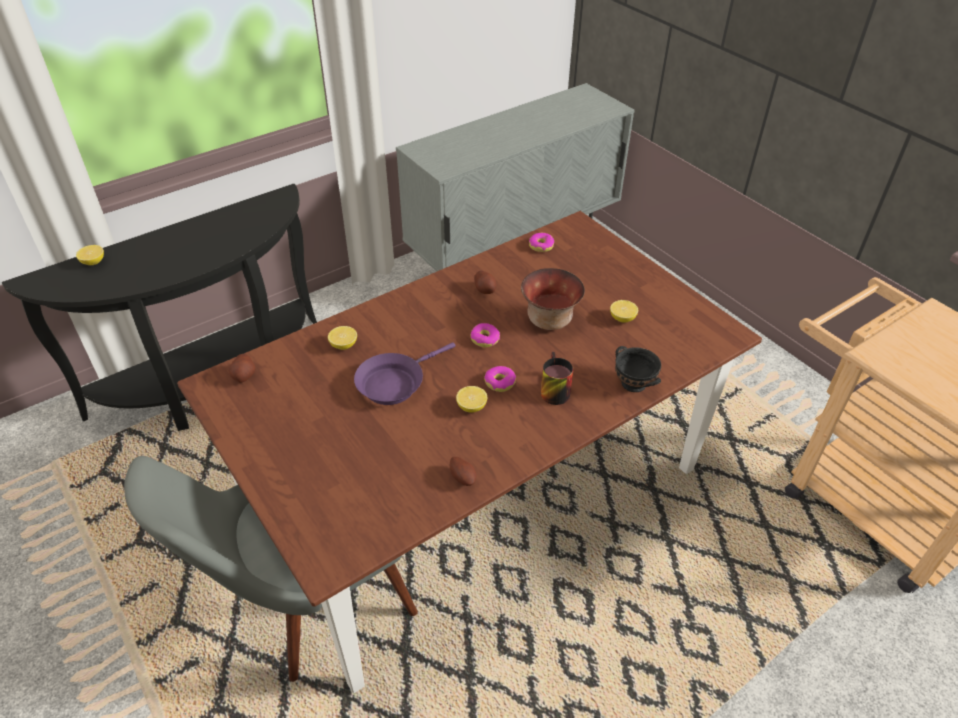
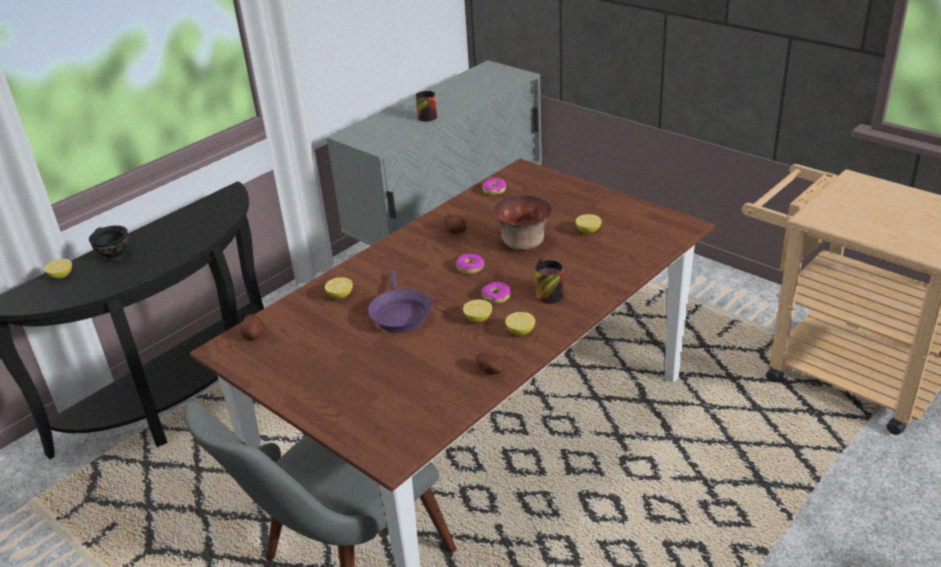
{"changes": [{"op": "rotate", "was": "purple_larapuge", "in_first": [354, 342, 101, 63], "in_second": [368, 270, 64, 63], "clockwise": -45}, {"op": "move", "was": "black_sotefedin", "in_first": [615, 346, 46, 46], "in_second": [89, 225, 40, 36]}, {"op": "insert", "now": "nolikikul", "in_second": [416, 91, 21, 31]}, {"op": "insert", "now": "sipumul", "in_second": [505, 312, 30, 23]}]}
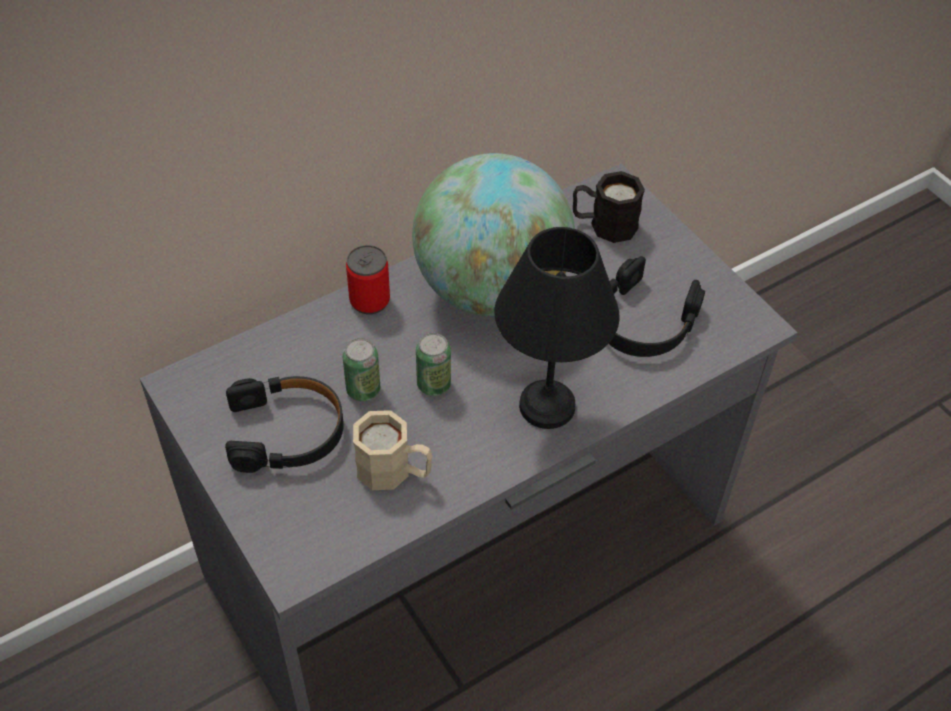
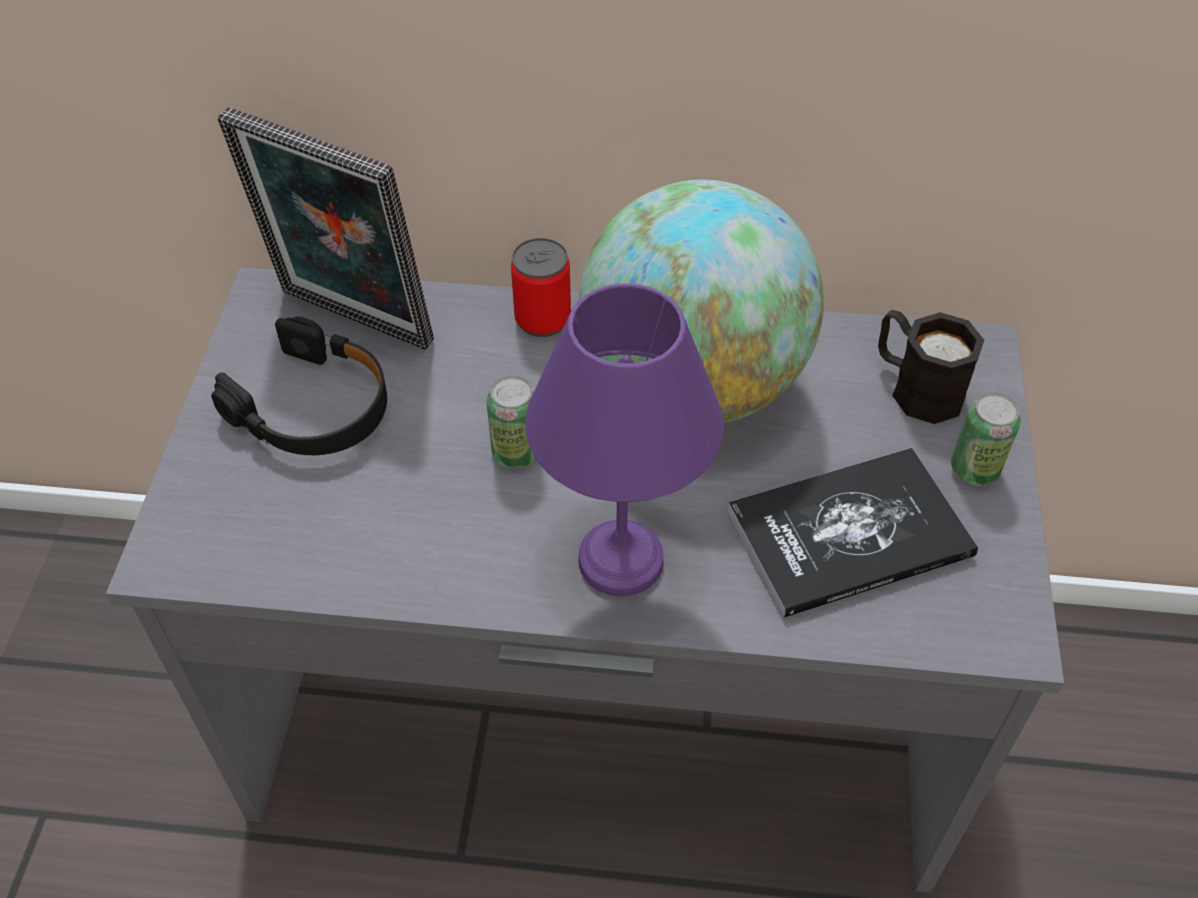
{"changes": [{"op": "recolor", "was": "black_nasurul", "now": "purple_nasurul", "in_first": [495, 227, 125, 202], "in_second": [525, 283, 199, 314]}, {"op": "replace", "was": "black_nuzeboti", "now": "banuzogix", "in_first": [609, 256, 96, 101], "in_second": [728, 448, 250, 170]}, {"op": "move", "was": "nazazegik", "in_first": [342, 338, 38, 63], "in_second": [951, 393, 70, 93]}, {"op": "delete", "was": "beige_nolikikul", "in_first": [353, 410, 79, 80]}, {"op": "insert", "now": "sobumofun", "in_second": [217, 107, 217, 243]}]}
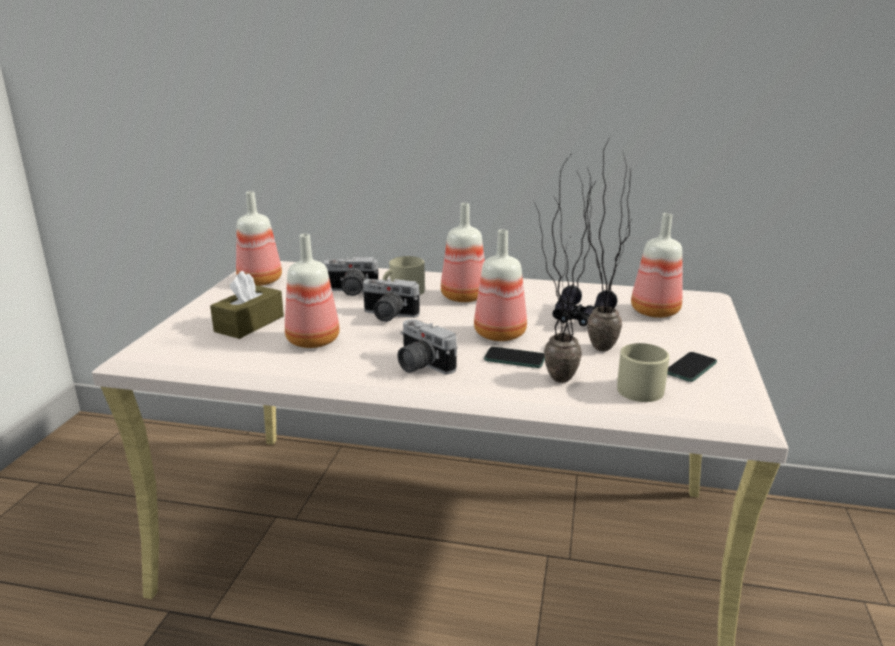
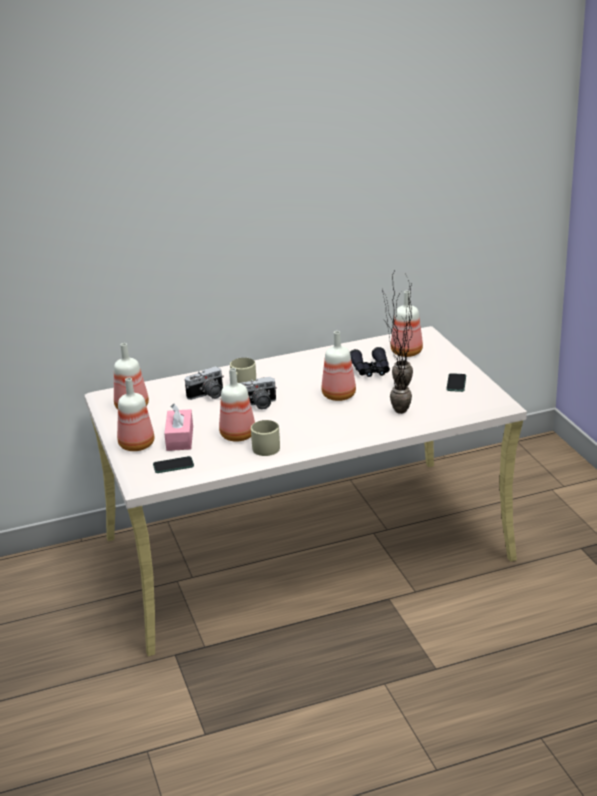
{"changes": [{"op": "move", "was": "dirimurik", "in_first": [441, 203, 44, 99], "in_second": [117, 378, 38, 73]}, {"op": "recolor", "was": "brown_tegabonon", "now": "pink_tegabonon", "in_first": [210, 271, 74, 68], "in_second": [164, 404, 29, 47]}, {"op": "delete", "was": "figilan", "in_first": [397, 319, 61, 55]}, {"op": "move", "was": "beige_nolikikul", "in_first": [617, 343, 53, 59], "in_second": [251, 420, 29, 36]}, {"op": "move", "was": "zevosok", "in_first": [484, 347, 61, 21], "in_second": [153, 456, 41, 17]}]}
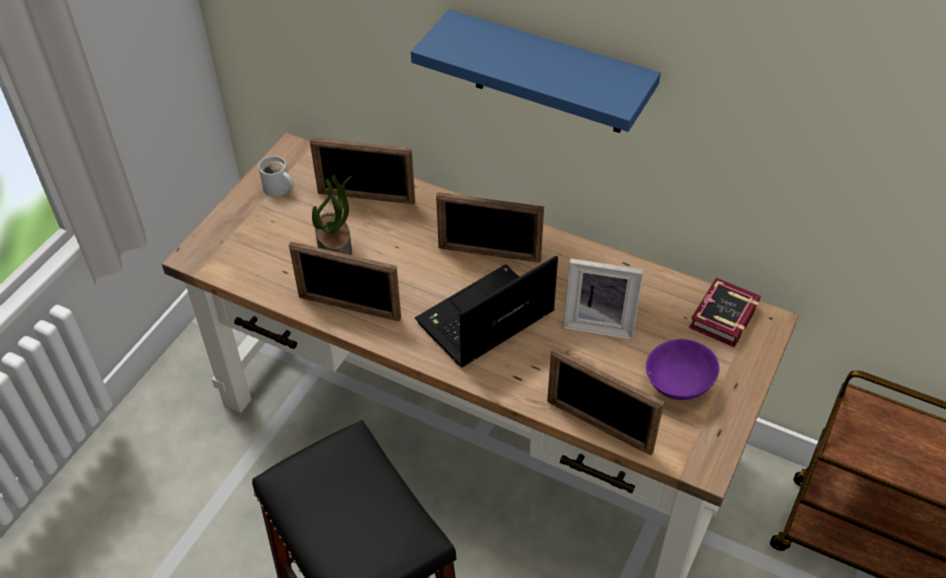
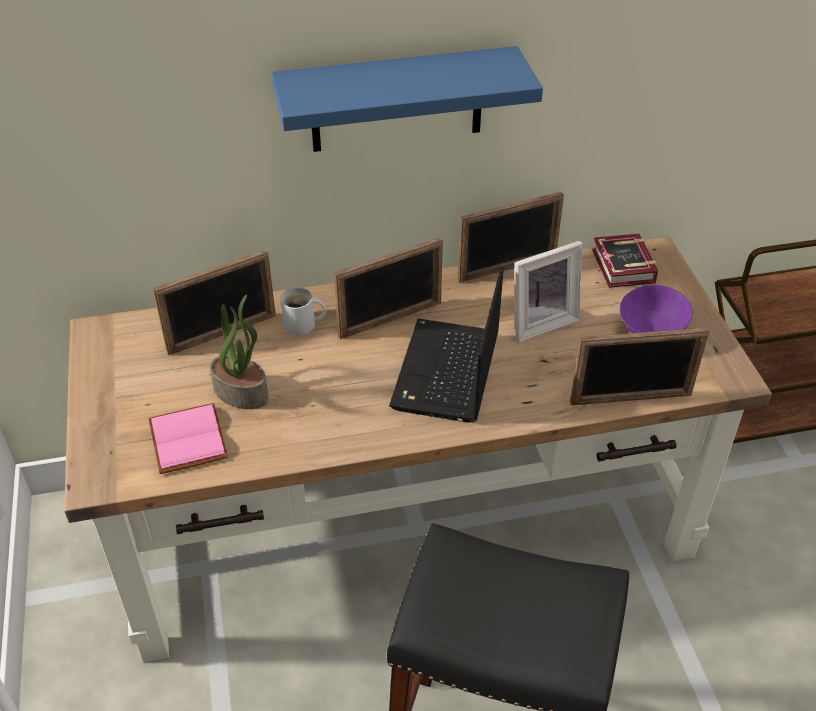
{"changes": [{"op": "move", "was": "white_nolikikul", "in_first": [258, 156, 36, 41], "in_second": [280, 287, 45, 48]}, {"op": "move", "was": "sobumofun", "in_first": [289, 242, 112, 79], "in_second": [458, 192, 106, 91]}, {"op": "insert", "now": "pink_banuzogix", "in_second": [148, 403, 80, 71]}]}
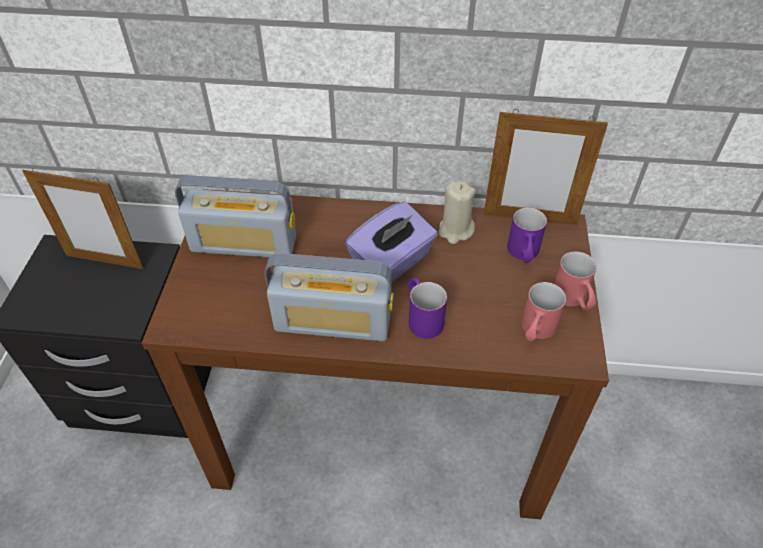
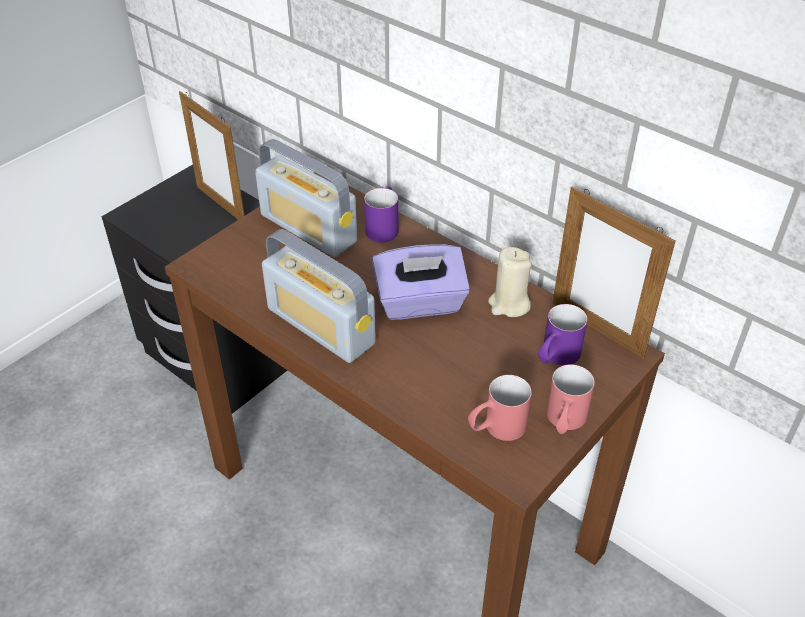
{"changes": [{"op": "move", "was": "purple_nolikikul", "in_first": [408, 277, 39, 62], "in_second": [364, 186, 34, 56]}]}
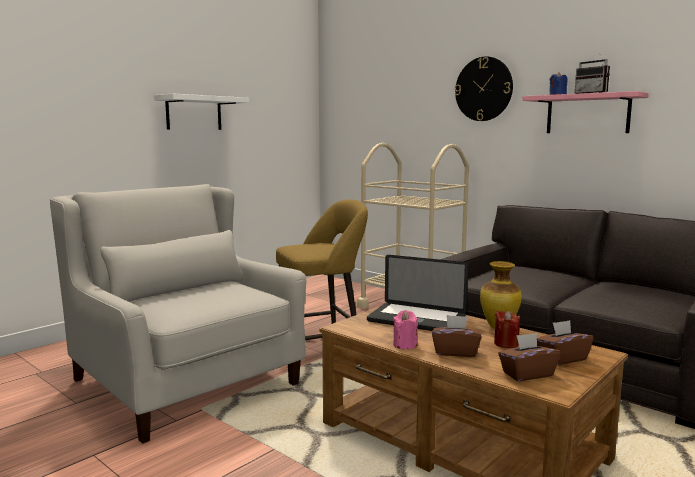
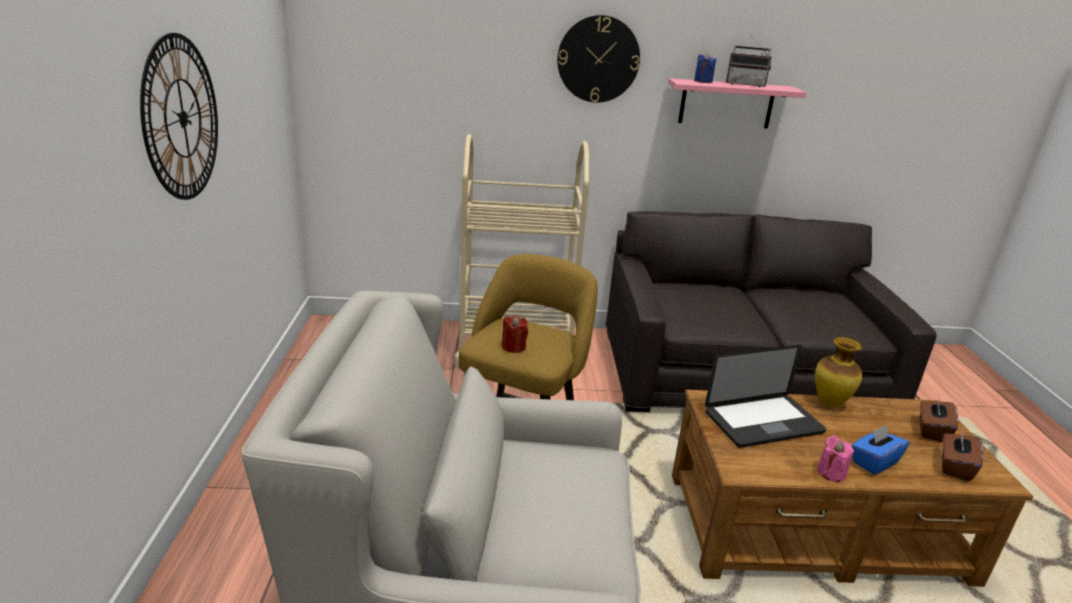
{"changes": [{"op": "replace", "was": "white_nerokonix", "now": "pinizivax", "in_first": [154, 94, 95, 36], "in_second": [140, 33, 78, 167]}, {"op": "move", "was": "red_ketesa", "in_first": [494, 310, 26, 38], "in_second": [502, 315, 26, 38]}, {"op": "recolor", "was": "brown_tegabonon", "now": "blue_tegabonon", "in_first": [432, 315, 49, 42], "in_second": [852, 425, 58, 50]}]}
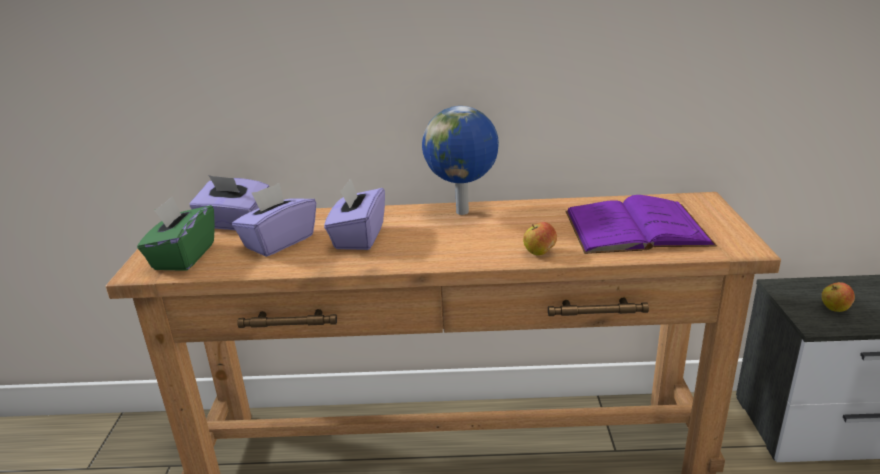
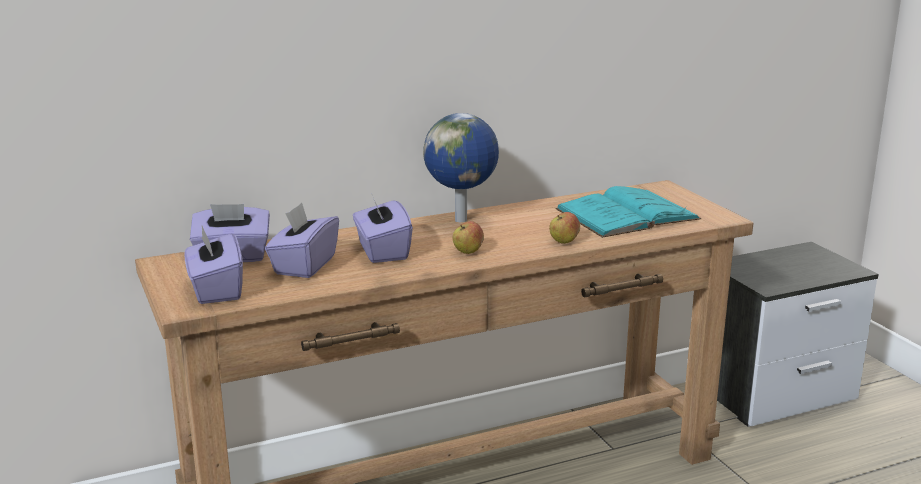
{"changes": [{"op": "recolor", "was": "purple_banuzogix", "now": "turquoise_banuzogix", "in_first": [565, 195, 152, 59], "in_second": [555, 186, 146, 52]}, {"op": "recolor", "was": "green_tegabonon", "now": "purple_tegabonon", "in_first": [137, 196, 78, 75], "in_second": [184, 226, 59, 78]}, {"op": "move", "was": "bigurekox", "in_first": [822, 282, 33, 30], "in_second": [453, 221, 31, 33]}]}
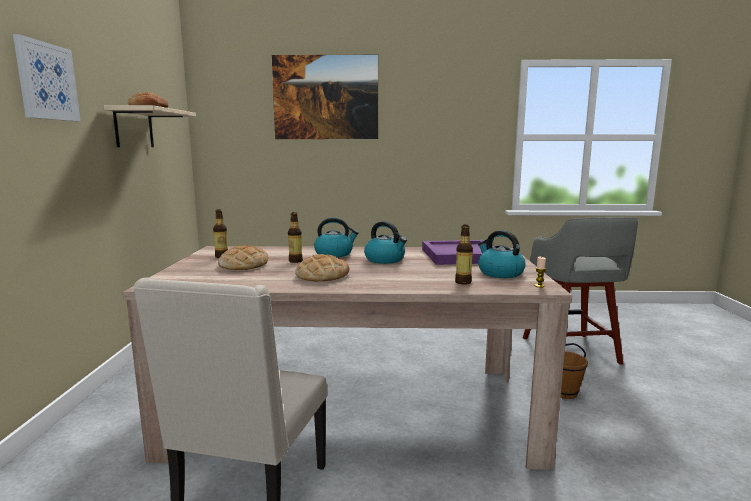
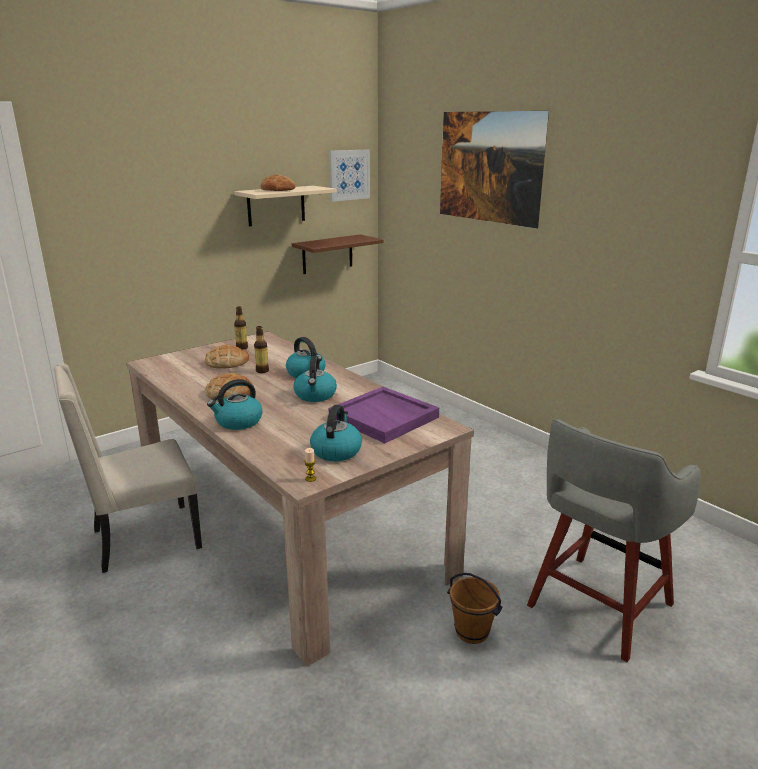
{"changes": [{"op": "move", "was": "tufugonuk", "in_first": [13, 34, 68, 87], "in_second": [329, 149, 41, 53]}, {"op": "delete", "was": "dirimurik", "in_first": [455, 225, 18, 60]}, {"op": "insert", "now": "brown_nerokonix", "in_second": [292, 234, 92, 40]}, {"op": "insert", "now": "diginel", "in_second": [207, 379, 55, 51]}]}
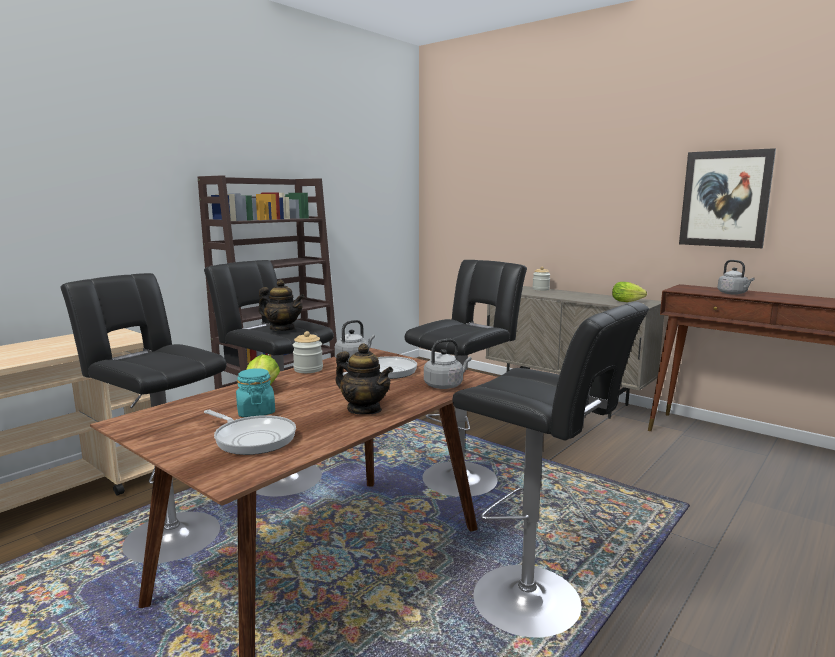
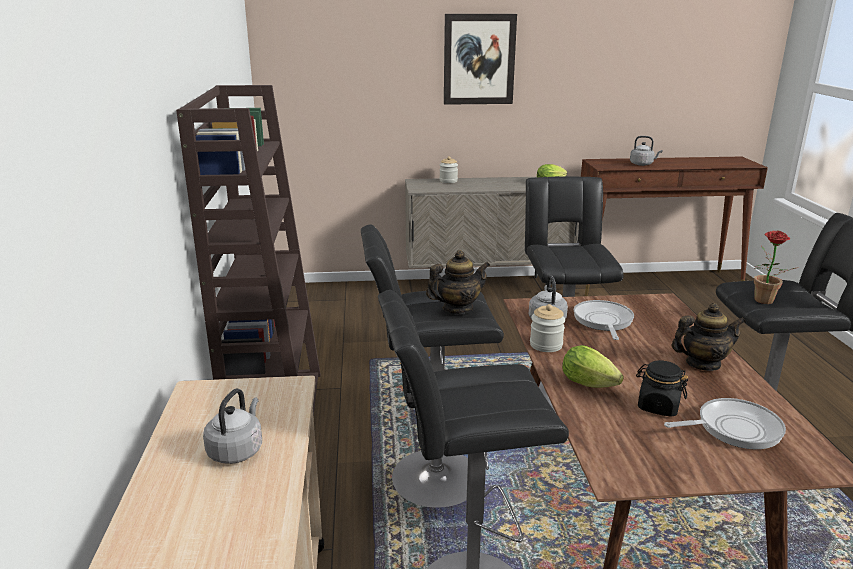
{"changes": [{"op": "move", "was": "tufugonuk", "in_first": [679, 148, 97, 100], "in_second": [444, 14, 73, 91]}, {"op": "move", "was": "grey_diginel", "in_first": [424, 339, 48, 50], "in_second": [203, 388, 59, 76]}, {"op": "recolor", "was": "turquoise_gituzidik", "now": "black_gituzidik", "in_first": [236, 368, 39, 49], "in_second": [636, 360, 52, 57]}, {"op": "insert", "now": "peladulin", "in_second": [754, 231, 41, 73]}]}
